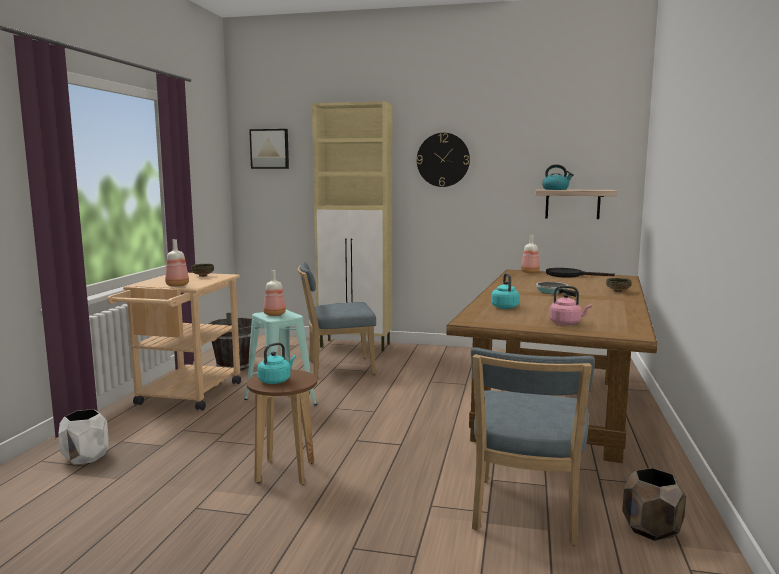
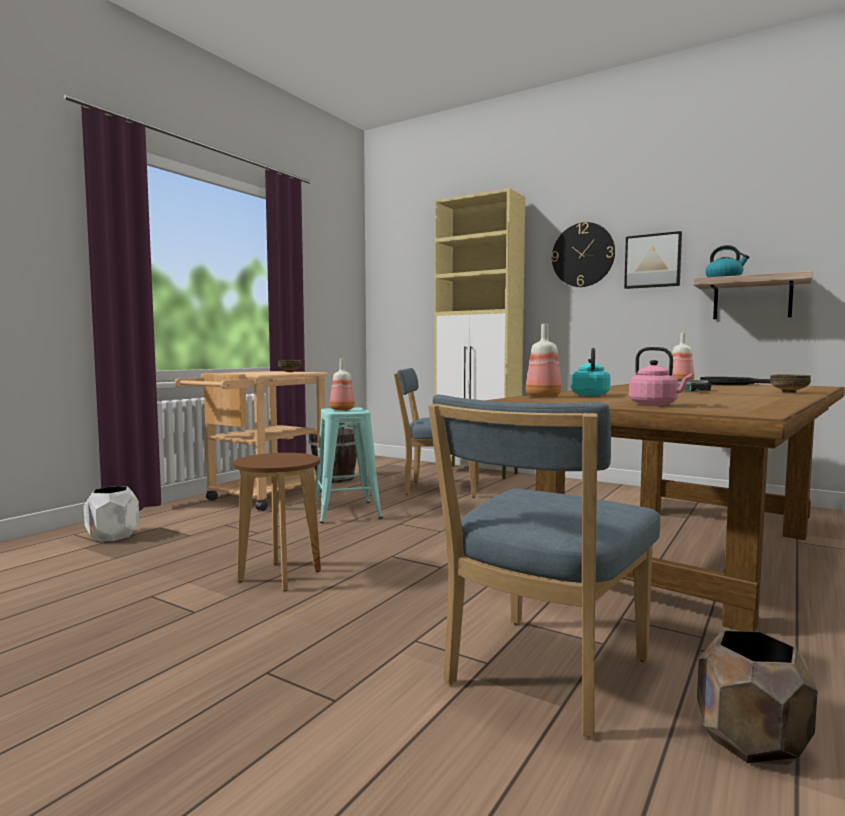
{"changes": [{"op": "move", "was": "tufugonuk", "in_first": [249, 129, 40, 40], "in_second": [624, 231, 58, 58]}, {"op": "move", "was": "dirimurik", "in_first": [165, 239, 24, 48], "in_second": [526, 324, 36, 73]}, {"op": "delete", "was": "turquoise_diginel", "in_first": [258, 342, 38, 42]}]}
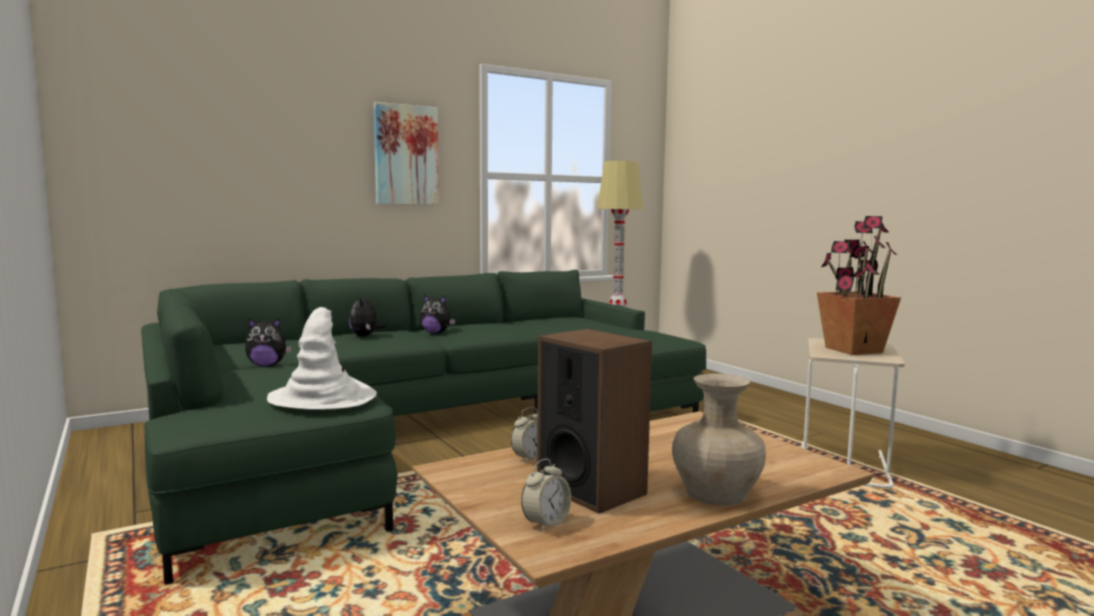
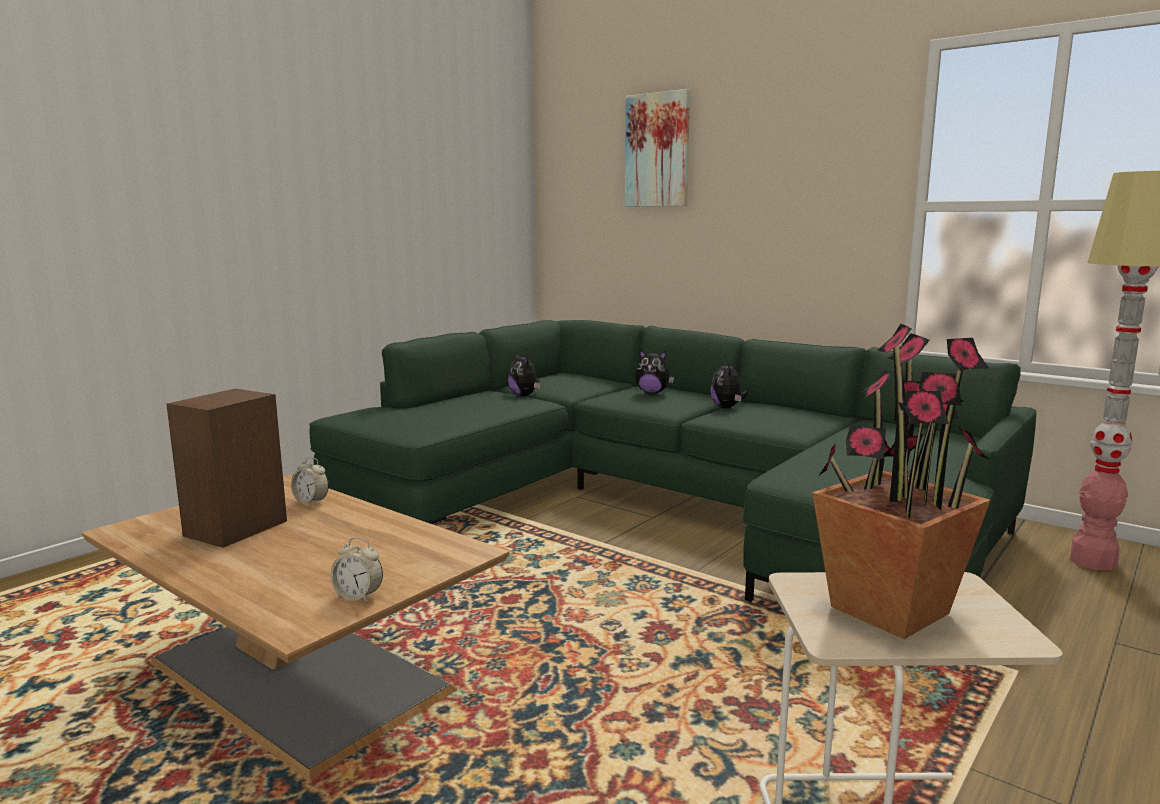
{"changes": [{"op": "move", "was": "tufugonuk", "in_first": [374, 102, 65, 103], "in_second": [625, 89, 65, 118]}, {"op": "rotate", "was": "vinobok", "in_first": [349, 295, 38, 42], "in_second": [635, 350, 39, 43], "clockwise": -135}, {"op": "delete", "was": "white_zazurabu", "in_first": [267, 307, 110, 103]}, {"op": "delete", "was": "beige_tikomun", "in_first": [672, 373, 94, 133]}, {"op": "move", "was": "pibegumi", "in_first": [521, 459, 50, 73], "in_second": [331, 537, 52, 66]}]}
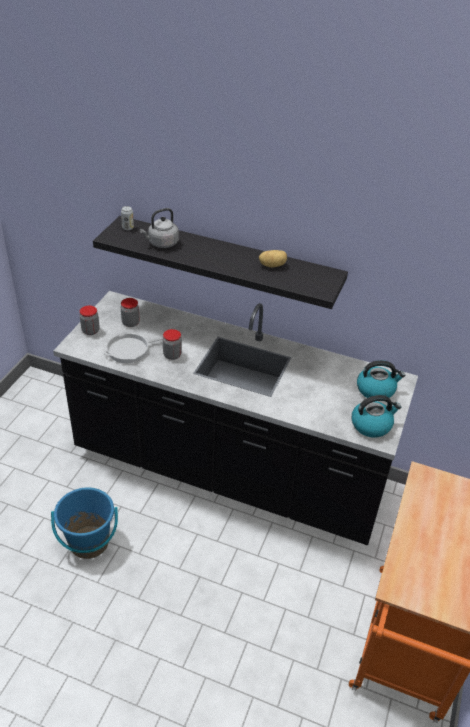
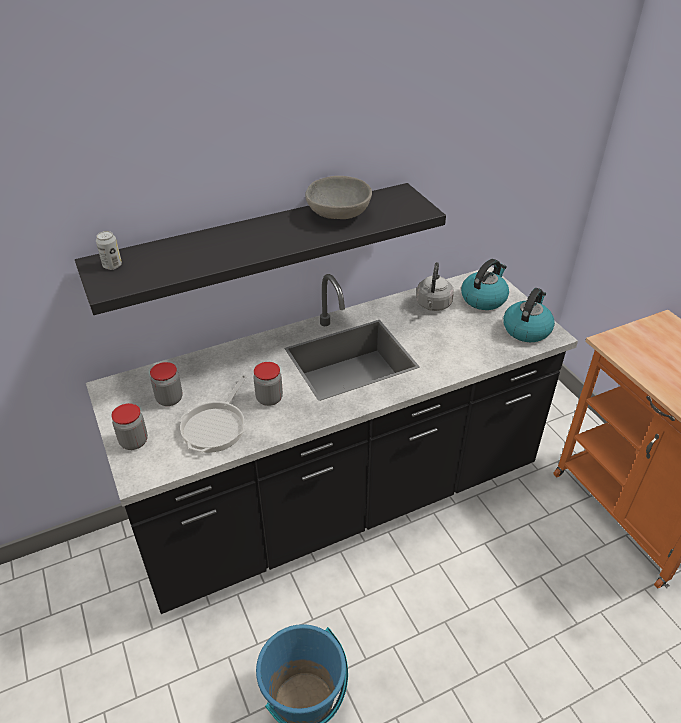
{"changes": [{"op": "move", "was": "grey_diginel", "in_first": [140, 208, 39, 40], "in_second": [416, 262, 38, 49]}, {"op": "replace", "was": "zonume", "now": "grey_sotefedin", "in_first": [259, 250, 28, 18], "in_second": [305, 176, 67, 43]}]}
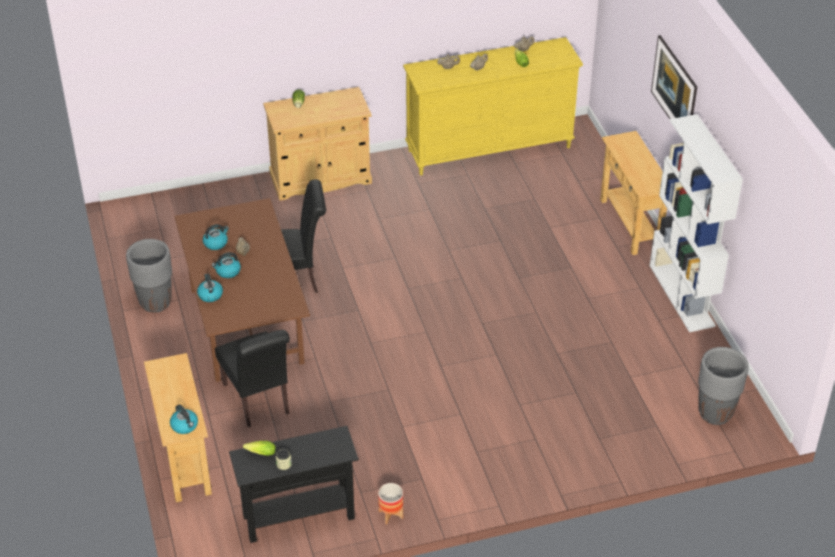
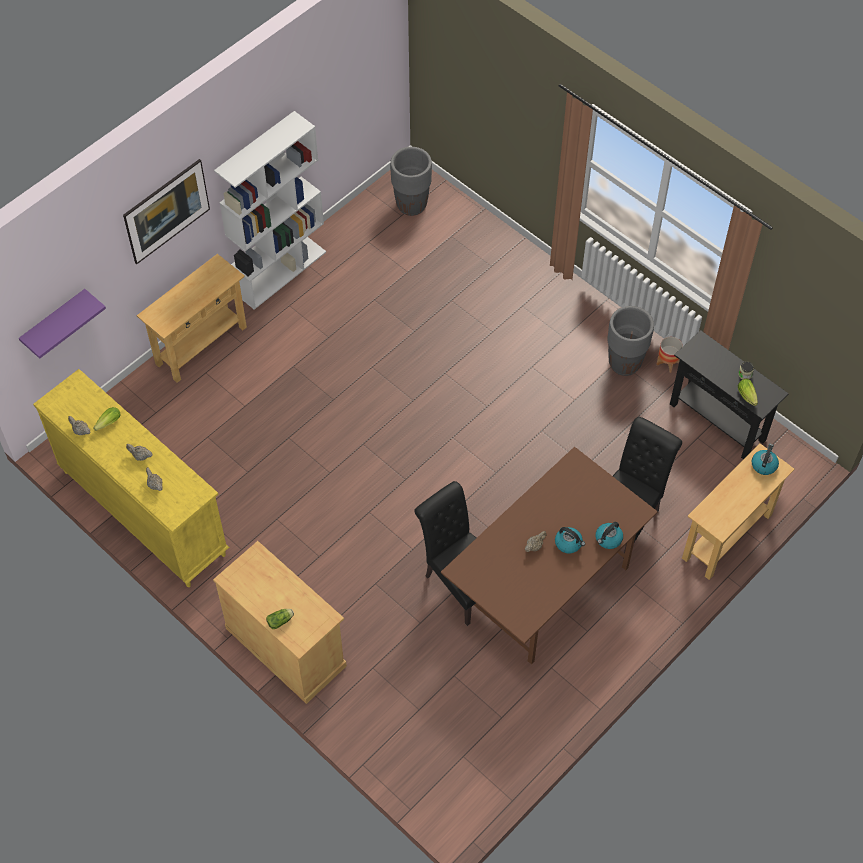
{"changes": [{"op": "delete", "was": "diginel", "in_first": [203, 224, 26, 26]}, {"op": "move", "was": "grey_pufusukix", "in_first": [126, 239, 46, 74], "in_second": [607, 306, 47, 70]}, {"op": "insert", "now": "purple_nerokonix", "in_second": [19, 289, 87, 70]}]}
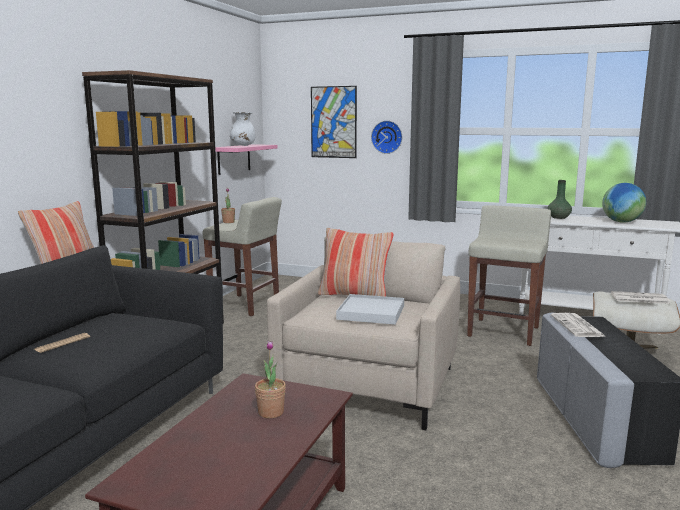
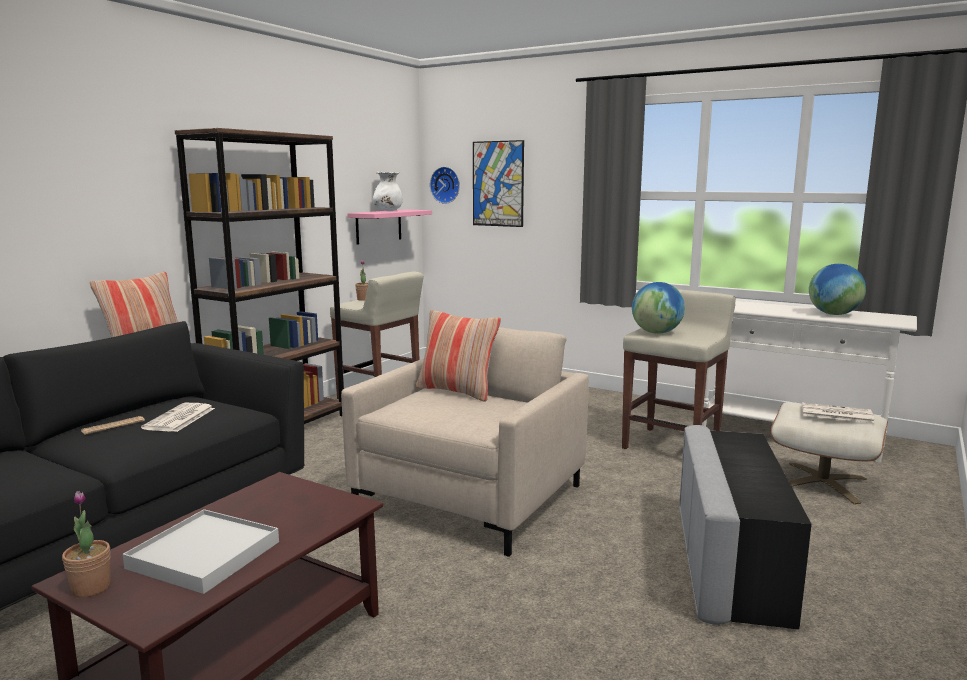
{"changes": [{"op": "move", "was": "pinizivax", "in_first": [371, 121, 31, 33], "in_second": [430, 167, 30, 37]}, {"op": "delete", "was": "green_tikomun", "in_first": [547, 180, 25, 39]}, {"op": "move", "was": "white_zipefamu", "in_first": [336, 294, 68, 31], "in_second": [122, 509, 157, 85]}, {"op": "move", "was": "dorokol", "in_first": [551, 313, 55, 24], "in_second": [141, 403, 74, 29]}, {"op": "move", "was": "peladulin", "in_first": [255, 340, 31, 78], "in_second": [62, 491, 49, 107]}, {"op": "insert", "now": "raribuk", "in_second": [632, 282, 53, 52]}]}
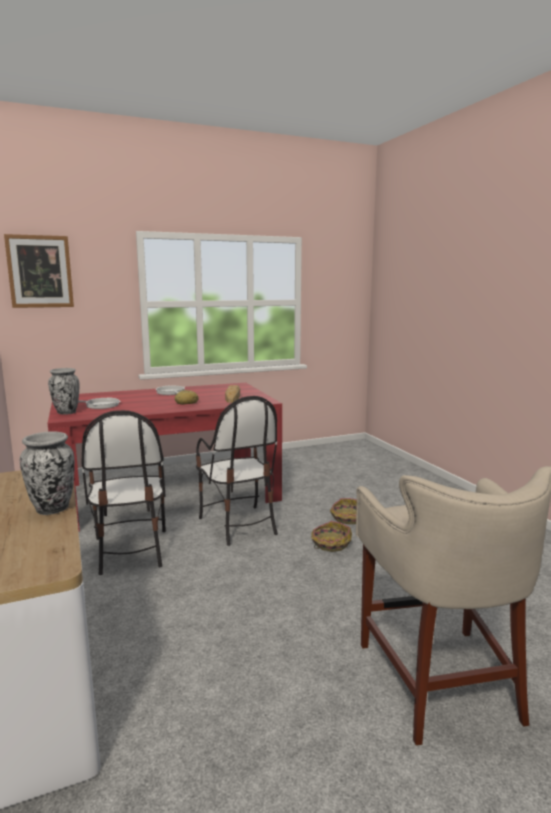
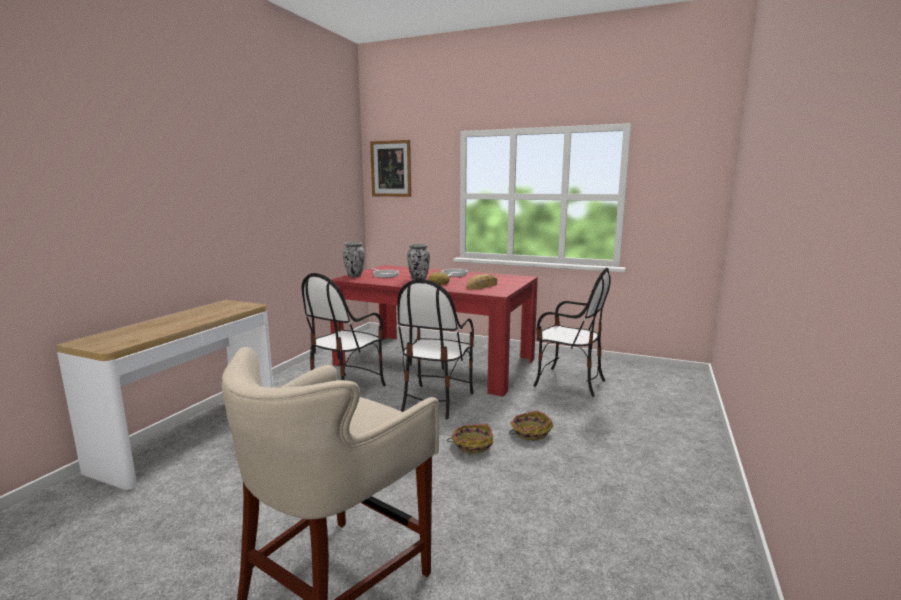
{"changes": [{"op": "move", "was": "tikomun", "in_first": [20, 431, 55, 84], "in_second": [407, 244, 23, 36]}, {"op": "insert", "now": "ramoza", "in_second": [533, 268, 78, 128]}]}
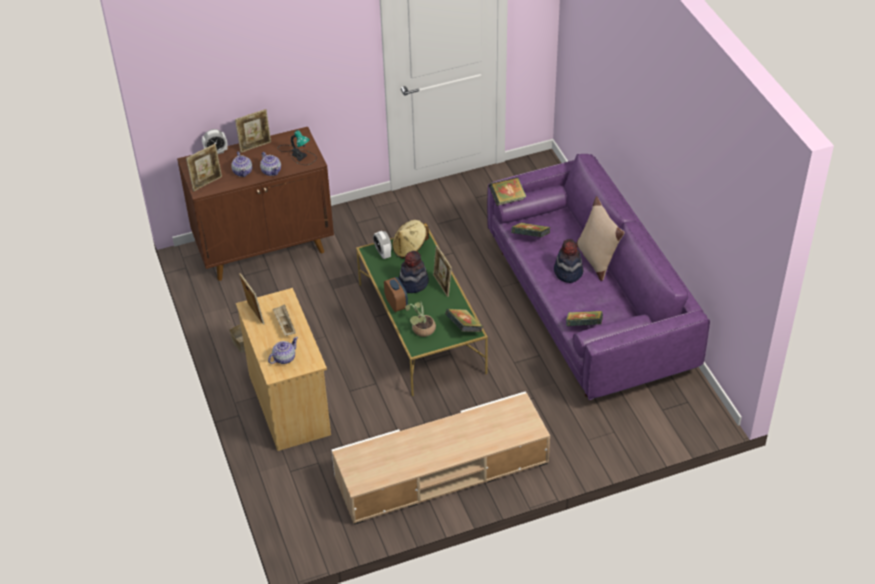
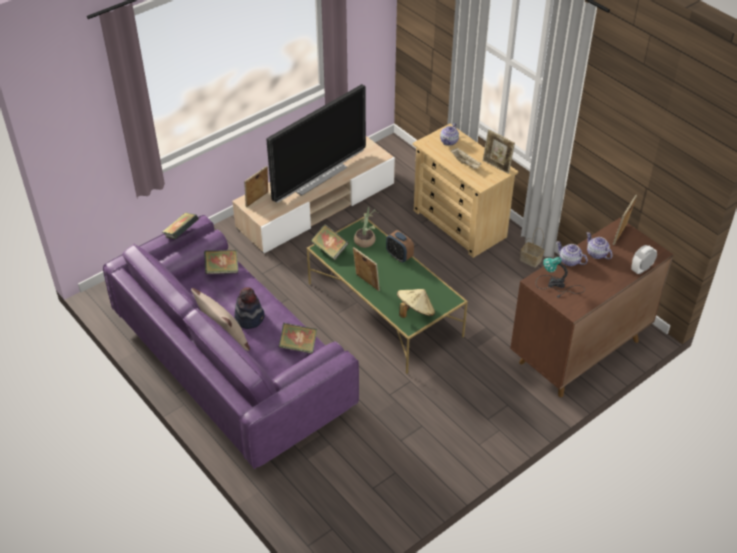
{"changes": [{"op": "move", "was": "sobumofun", "in_first": [235, 109, 36, 44], "in_second": [244, 166, 24, 41]}, {"op": "move", "was": "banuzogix", "in_first": [489, 177, 38, 29], "in_second": [162, 212, 37, 27]}, {"op": "delete", "was": "pibegumi", "in_first": [373, 231, 19, 28]}, {"op": "delete", "was": "zazurabu", "in_first": [398, 251, 31, 42]}, {"op": "insert", "now": "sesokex", "in_second": [266, 84, 100, 119]}]}
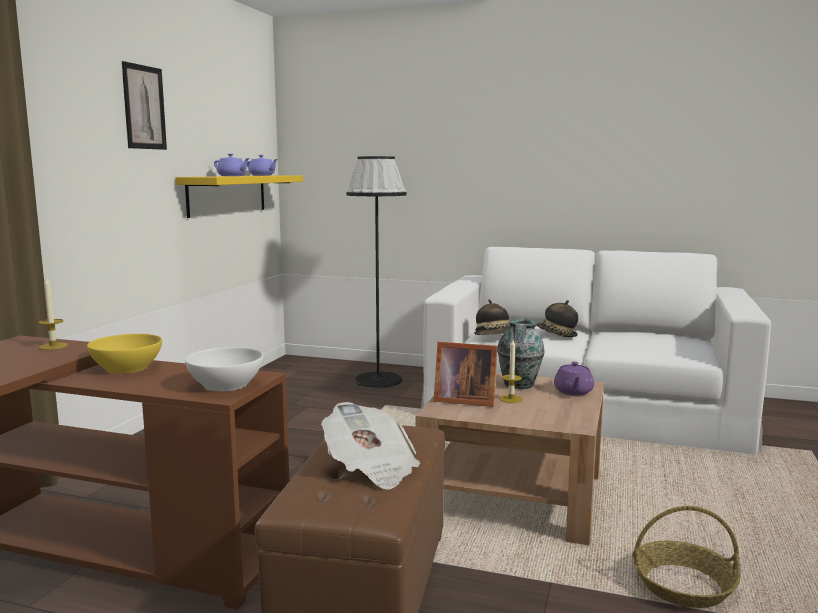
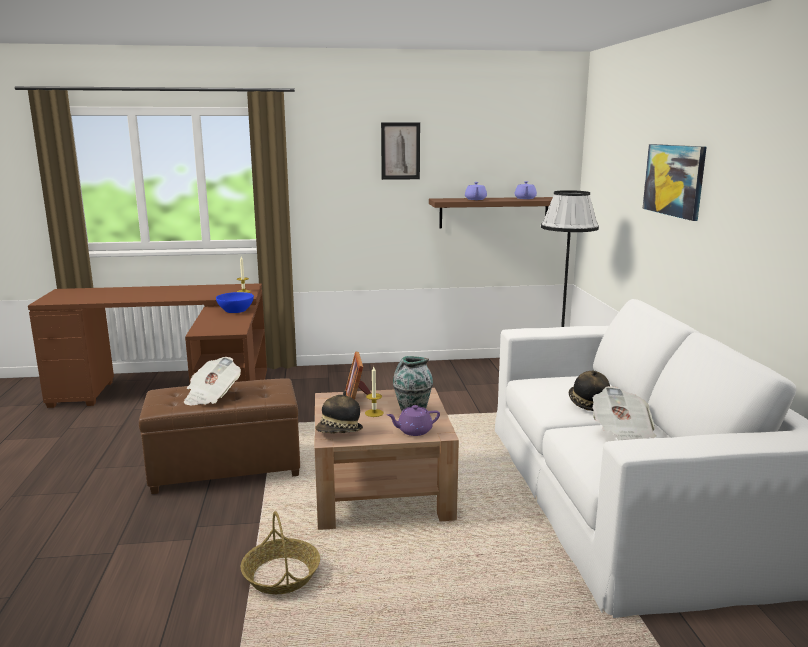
{"changes": [{"op": "recolor", "was": "yellow_nerokonix", "now": "brown_nerokonix", "in_first": [175, 175, 128, 43], "in_second": [429, 197, 124, 31]}, {"op": "move", "was": "zazurabu", "in_first": [474, 299, 36, 36], "in_second": [315, 390, 48, 44]}, {"op": "recolor", "was": "yellow_sotefedin", "now": "blue_sotefedin", "in_first": [87, 334, 75, 40], "in_second": [216, 292, 38, 21]}, {"op": "delete", "was": "white_sotefedin", "in_first": [185, 347, 78, 44]}, {"op": "insert", "now": "tufugonuk", "in_second": [643, 144, 64, 77]}, {"op": "insert", "now": "dorokol", "in_second": [593, 386, 63, 54]}]}
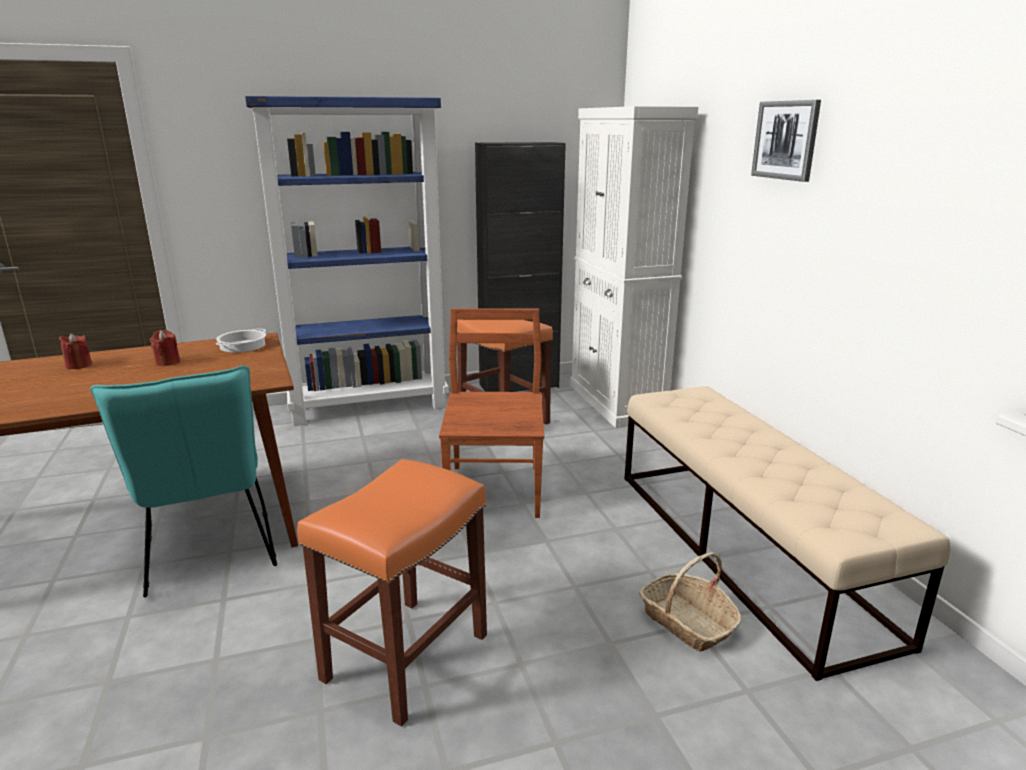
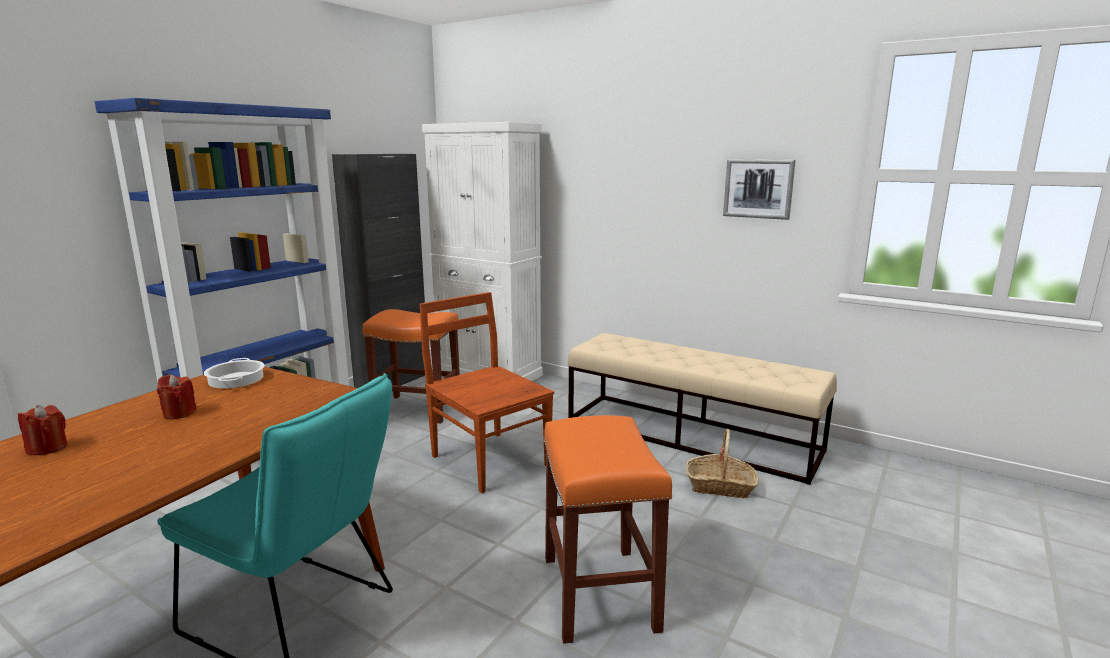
{"changes": [{"op": "move", "was": "tufugonuk", "in_first": [751, 100, 70, 82], "in_second": [723, 159, 73, 61]}]}
